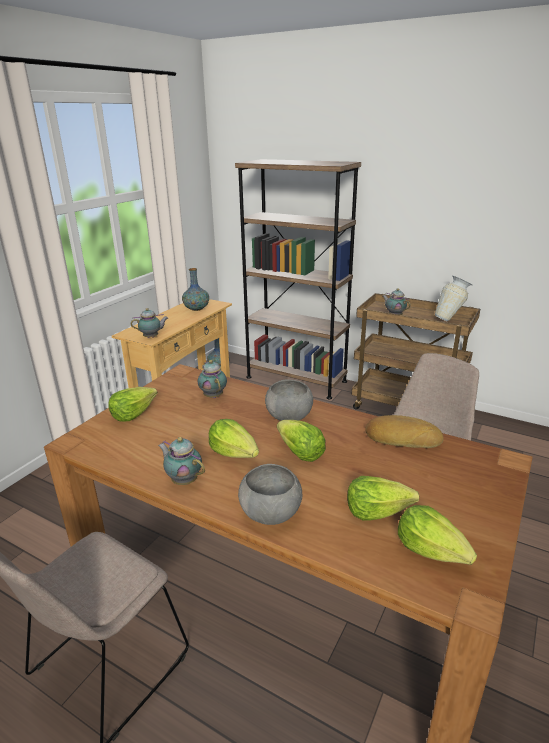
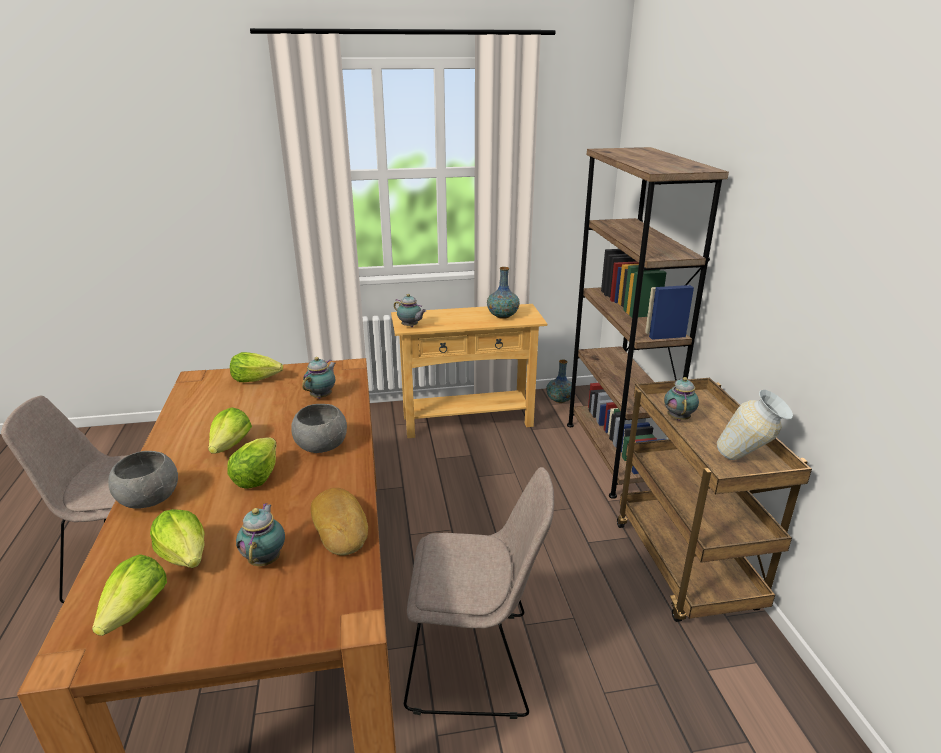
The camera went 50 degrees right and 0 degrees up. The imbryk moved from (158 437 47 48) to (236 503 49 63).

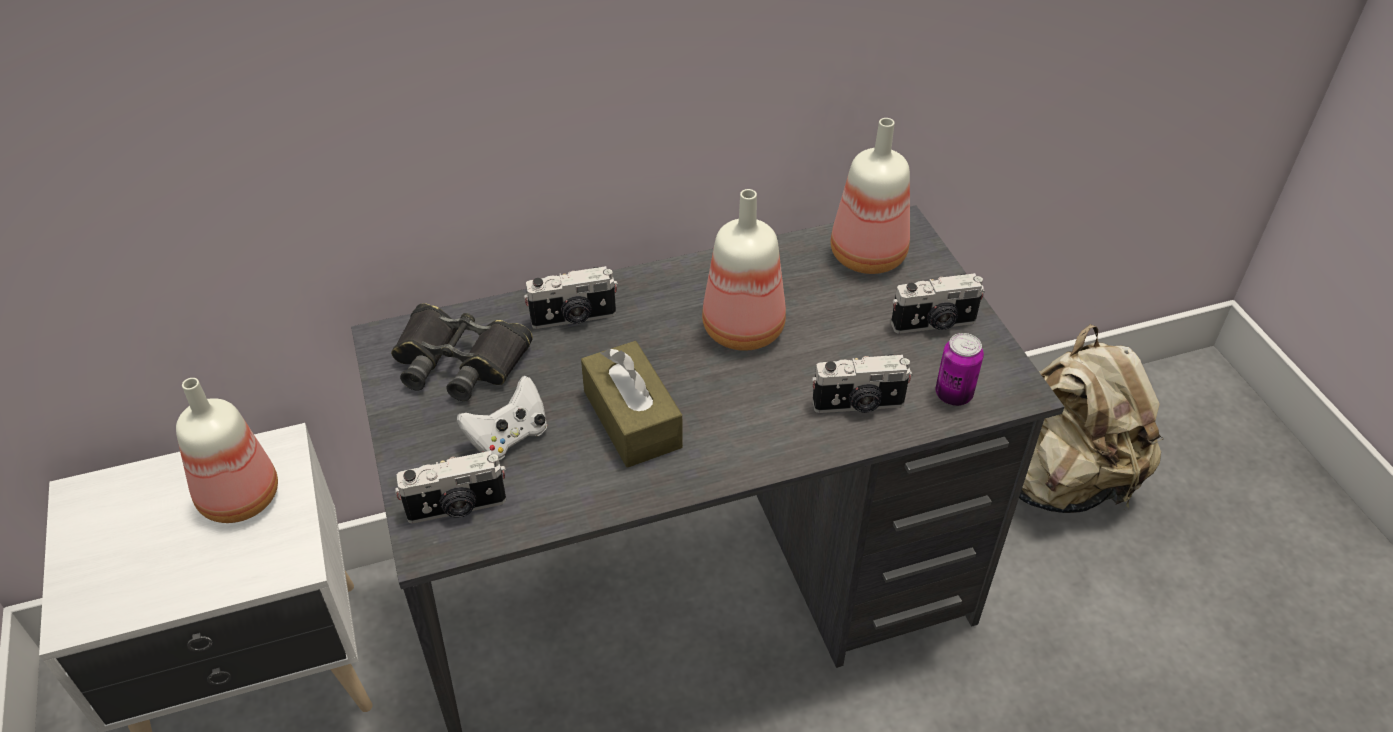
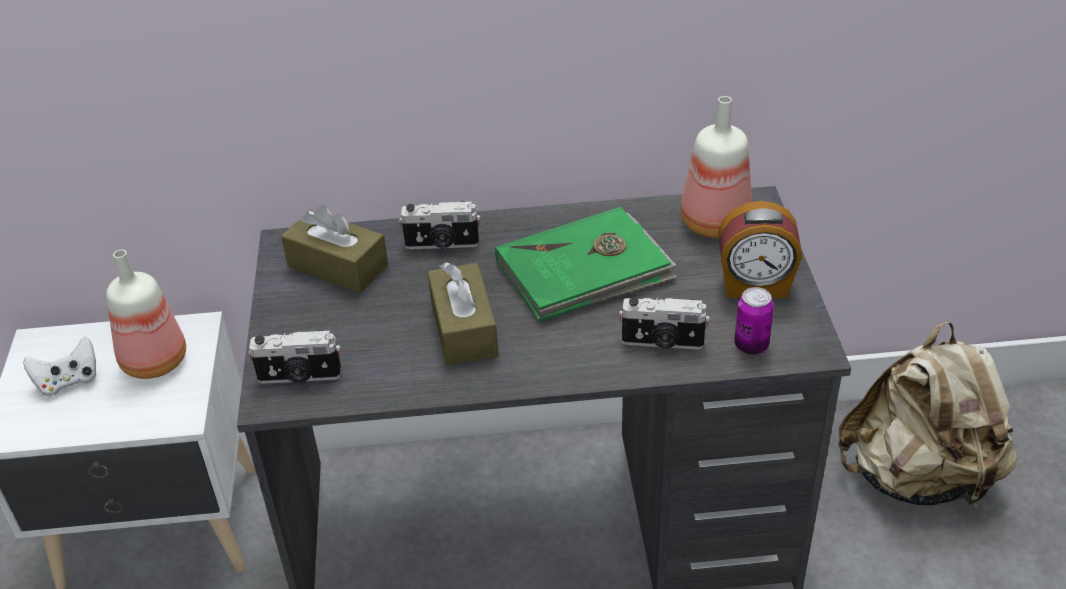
The camera went 15 degrees right and 5 degrees down. The pad do gier/biały moved from (457 376 90 84) to (23 337 74 60). The lornetka/czarny at (391 303 142 98) was replaced by the pudełko chusteczek/brązowy at (281 205 107 88). The butelka at (702 189 84 162) was replaced by the książka/zielony at (495 207 182 115). The aparat fotograficzny at (891 273 94 61) was replaced by the budzik at (718 201 84 97).

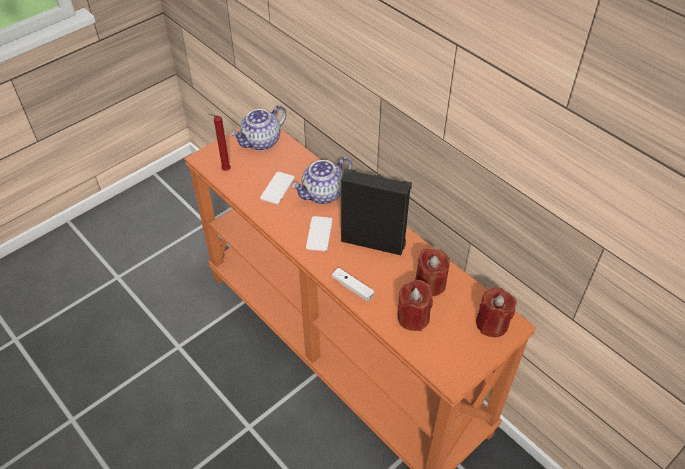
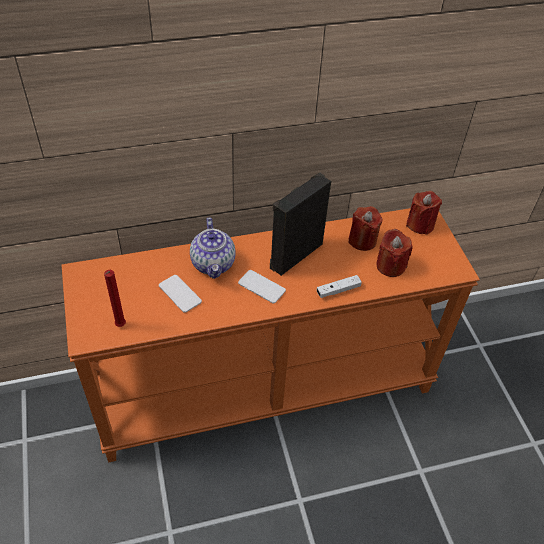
The camera went 65 degrees left and 0 degrees up. The imbryk at (231 105 55 46) disappeared.

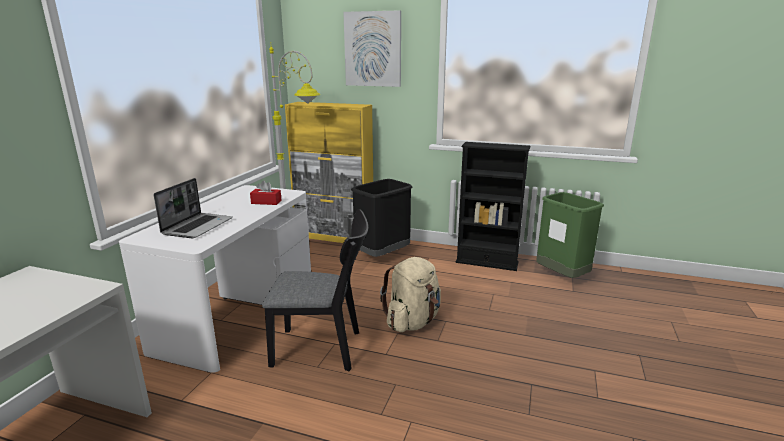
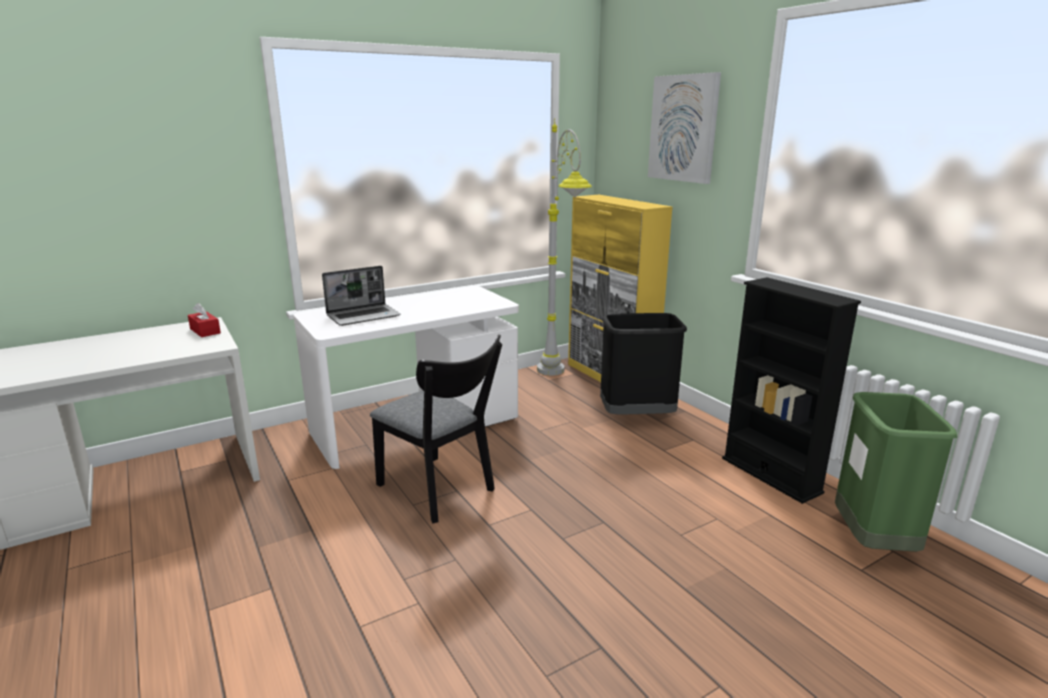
The camera went 40 degrees right and 0 degrees up. The pudełko chusteczek/czerwony moved from (250 181 32 24) to (188 303 33 34). The plecak/beżowy at (380 257 61 75) disappeared.

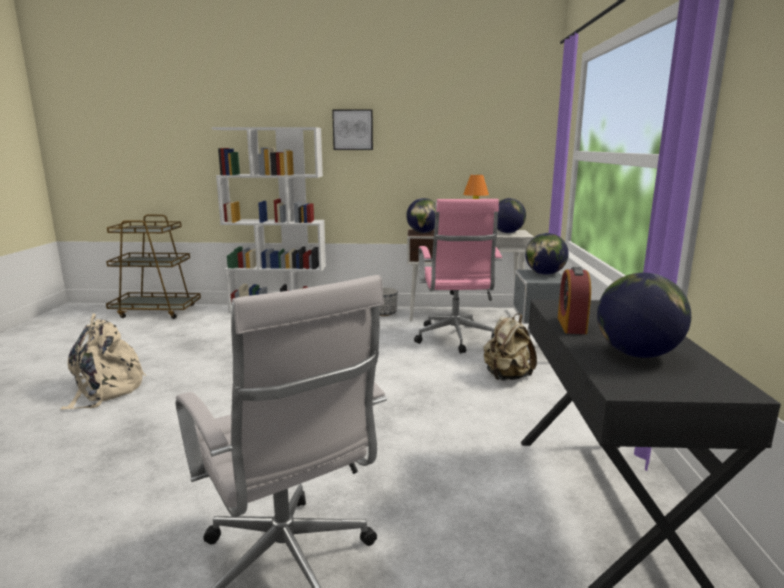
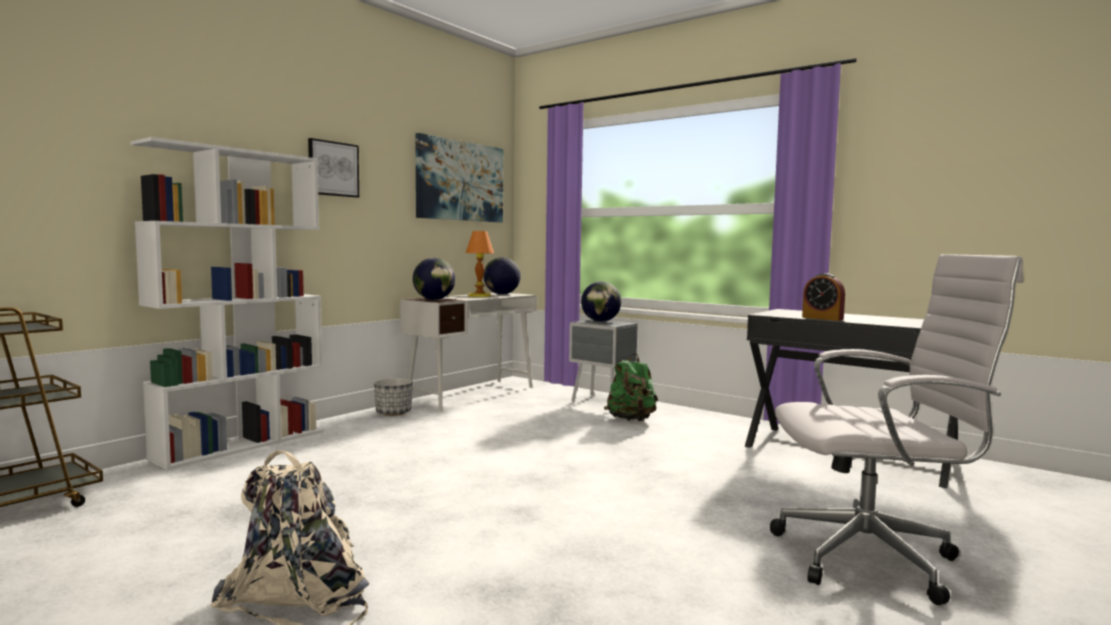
The camera went 55 degrees left and 10 degrees down. The obraz at (415 133 88 89) appeared. The plecak/beżowy at (483 313 54 68) became the plecak/zielony at (604 353 54 68). The krzesło biurowe/różowy at (414 199 88 154) disappeared. The globus at (597 273 95 85) disappeared.

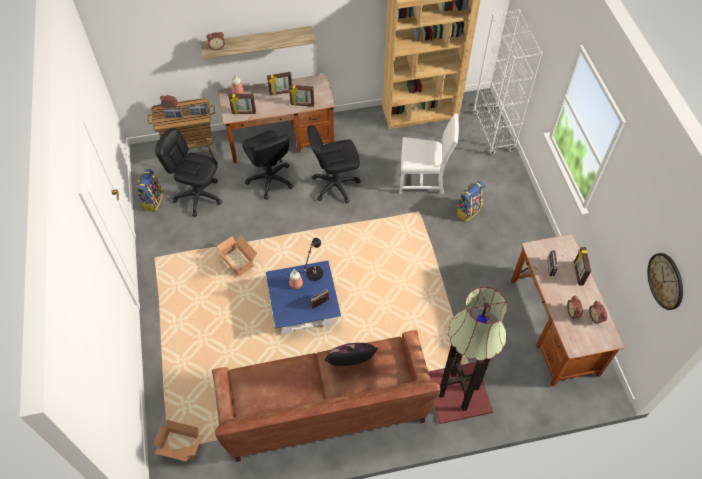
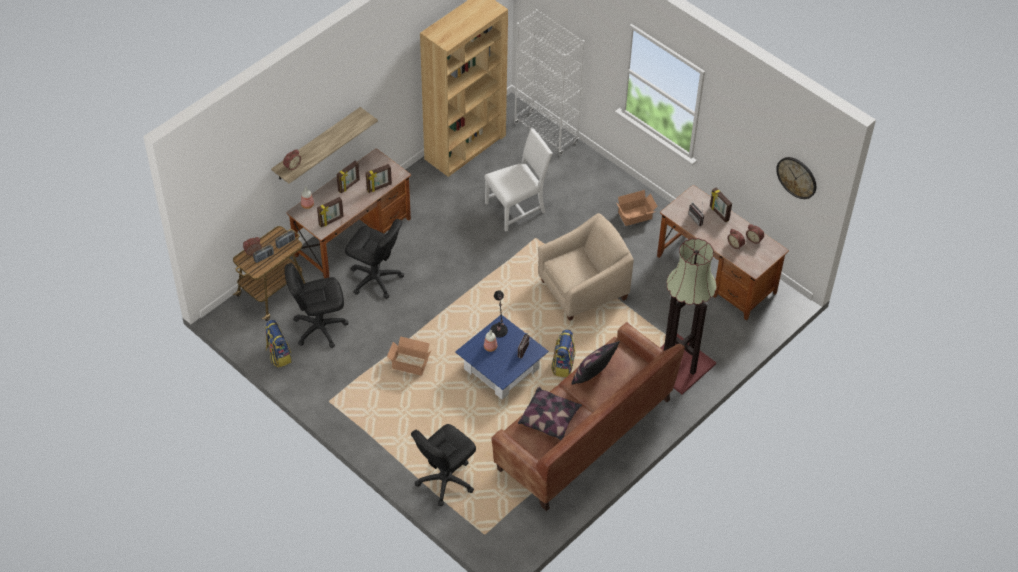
The camera went 35 degrees left and 5 degrees down. The krzesło biurowe/czarny moved from (307 125 54 78) to (411 424 65 82). The poduszka at (518 386 64 54) appeared. The fotel/beżowy at (538 213 96 108) appeared. The plecak moved from (455 181 30 41) to (551 330 24 47). The karton moved from (153 420 49 41) to (616 190 42 36).

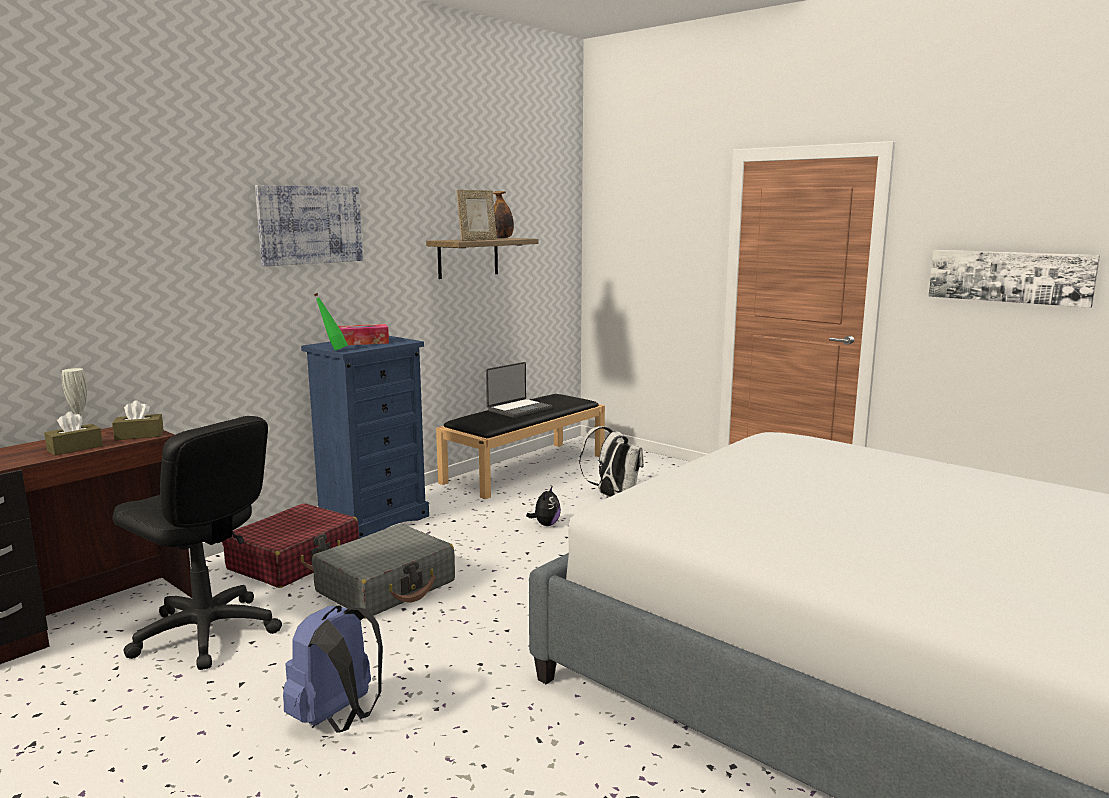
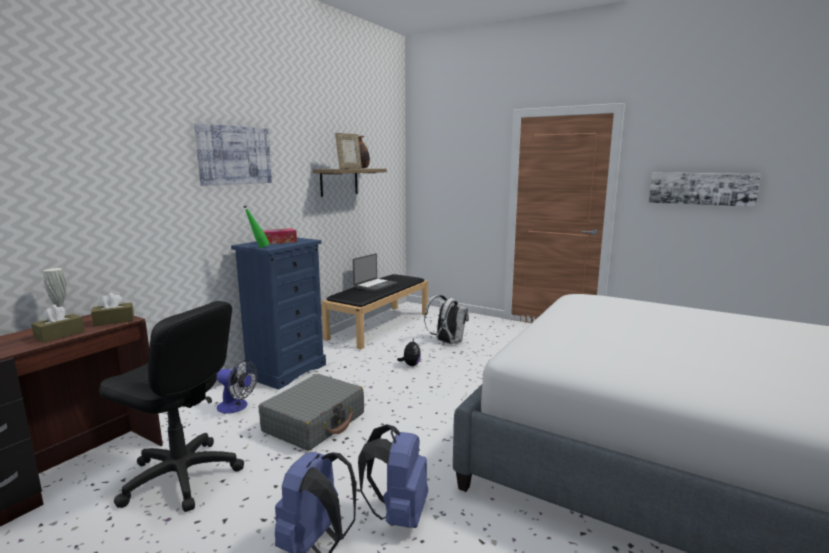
The camera went 10 degrees left and 0 degrees up. The walizka/czerwony at (222 503 137 85) was replaced by the wentylator at (217 360 41 54). The plecak/niebieski at (358 424 70 104) appeared.

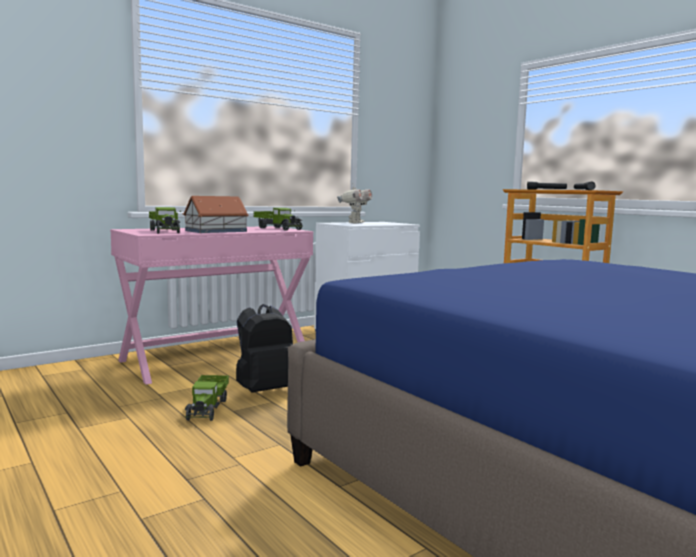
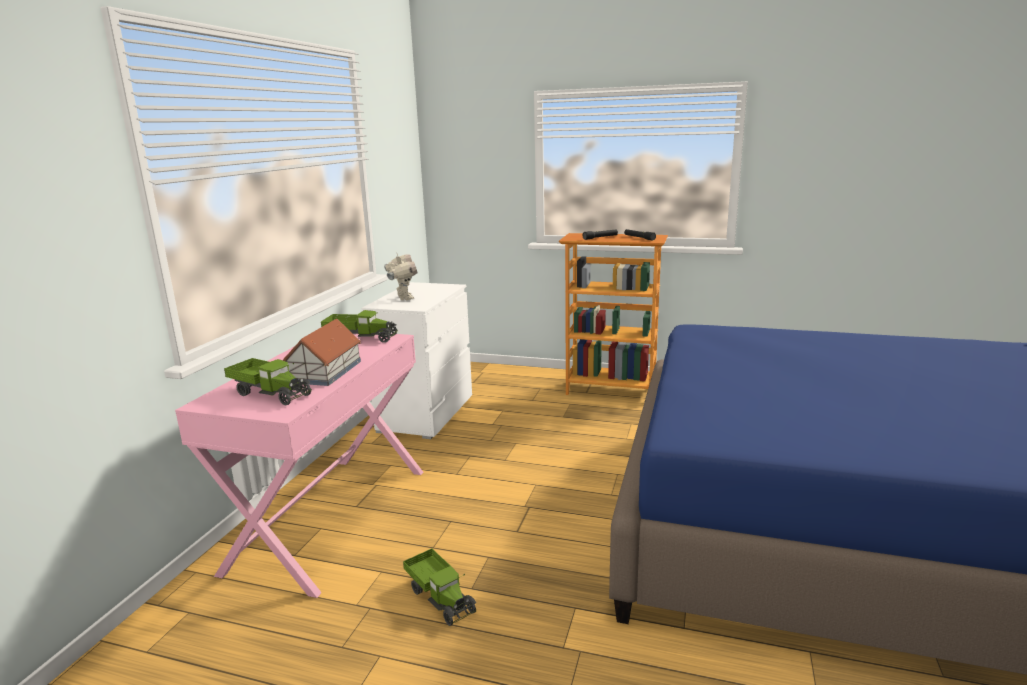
The camera went 35 degrees left and 10 degrees up. The plecak/czarny at (236 304 57 89) disappeared.

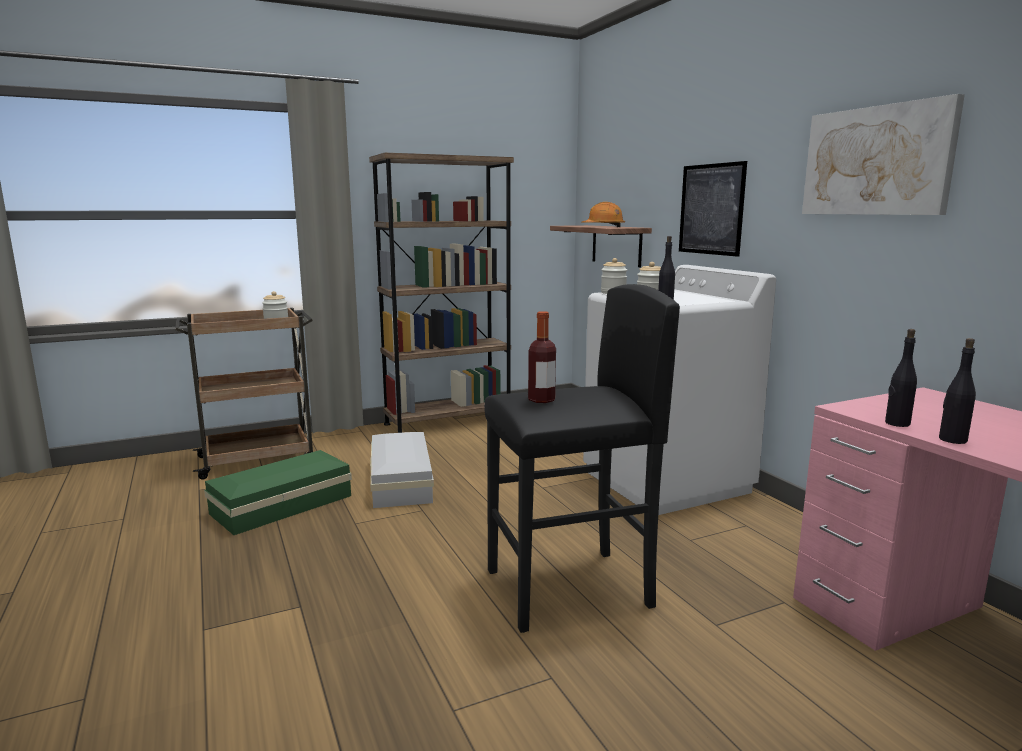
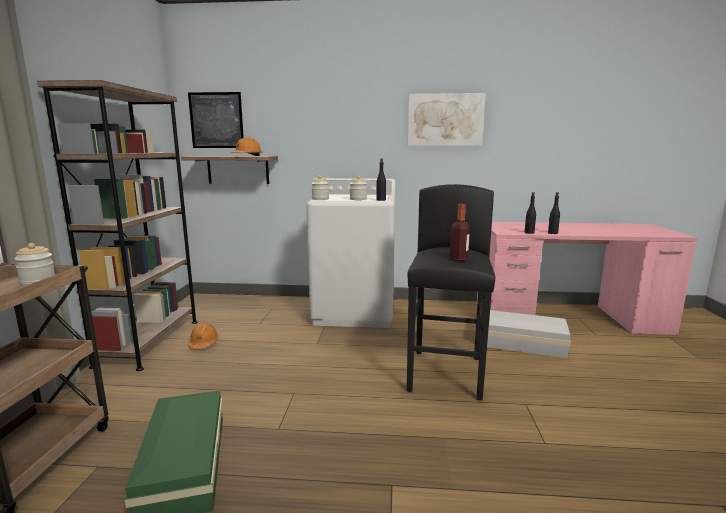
The camera went 60 degrees left and 0 degrees up. The obraz moved from (679 161 68 96) to (188 92 56 56). The kask/pomarańczowy at (188 322 31 27) appeared. The pojemnik do przechowywania/biały moved from (370 432 64 76) to (487 310 84 48).

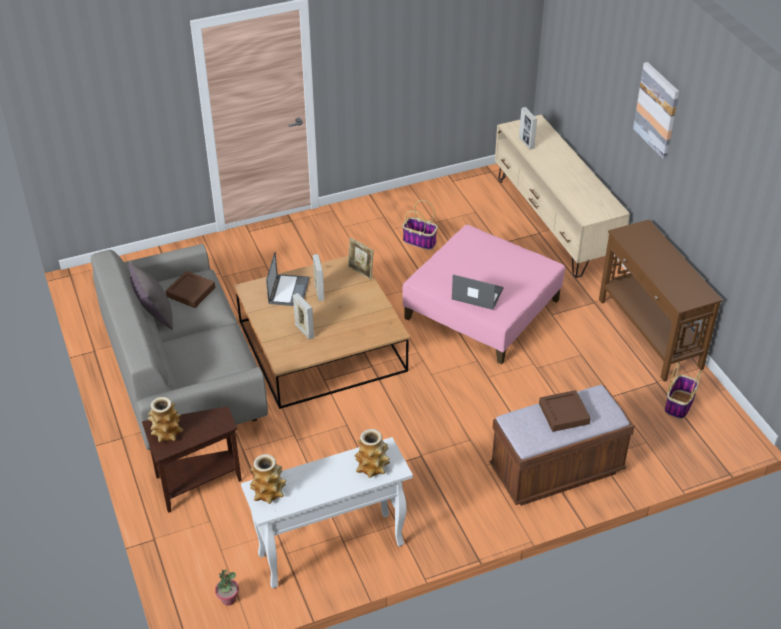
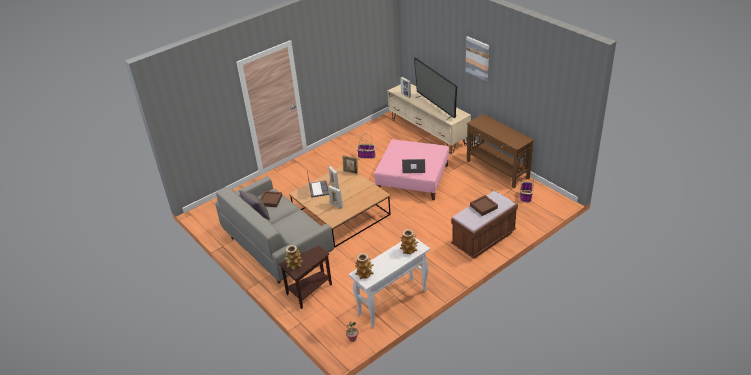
The camera went 15 degrees left and 5 degrees down. The telewizor at (414 57 43 63) appeared.

